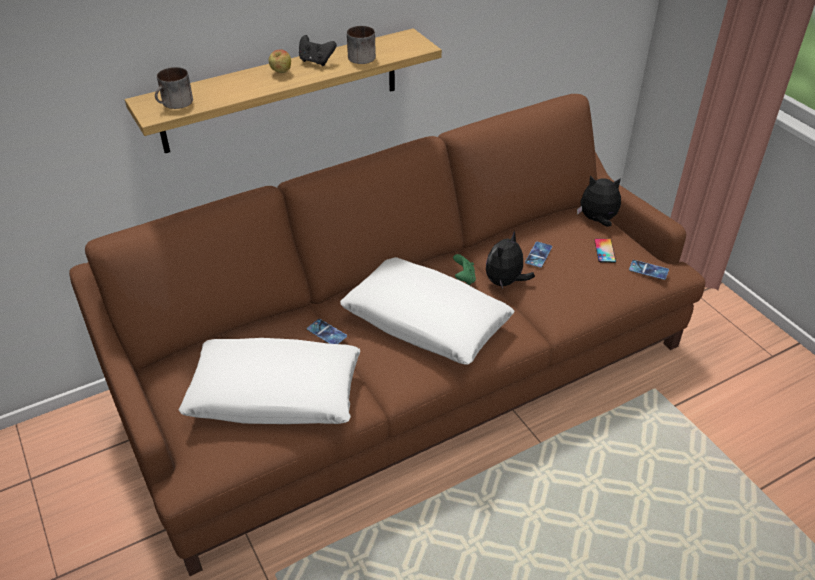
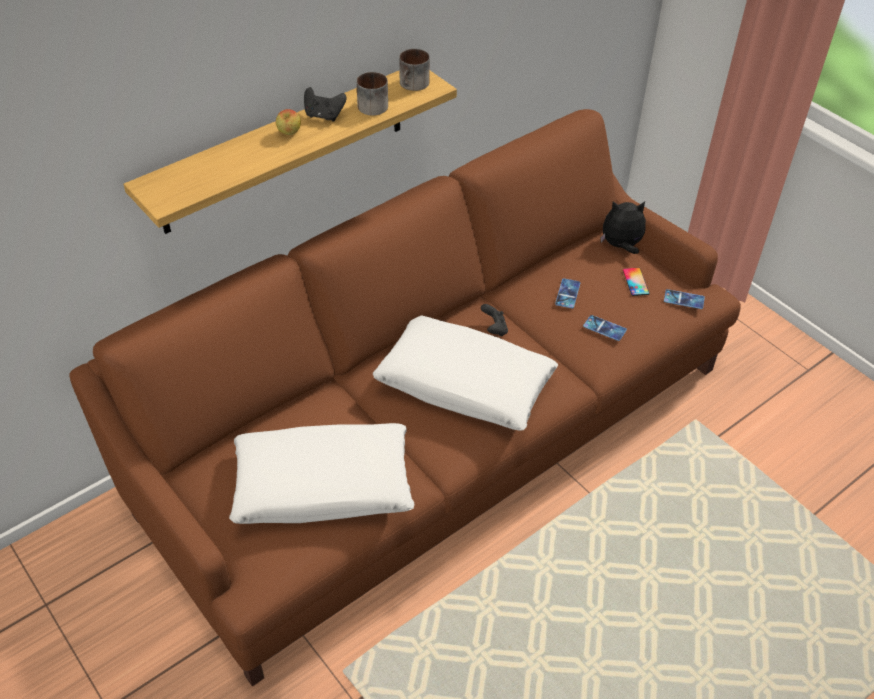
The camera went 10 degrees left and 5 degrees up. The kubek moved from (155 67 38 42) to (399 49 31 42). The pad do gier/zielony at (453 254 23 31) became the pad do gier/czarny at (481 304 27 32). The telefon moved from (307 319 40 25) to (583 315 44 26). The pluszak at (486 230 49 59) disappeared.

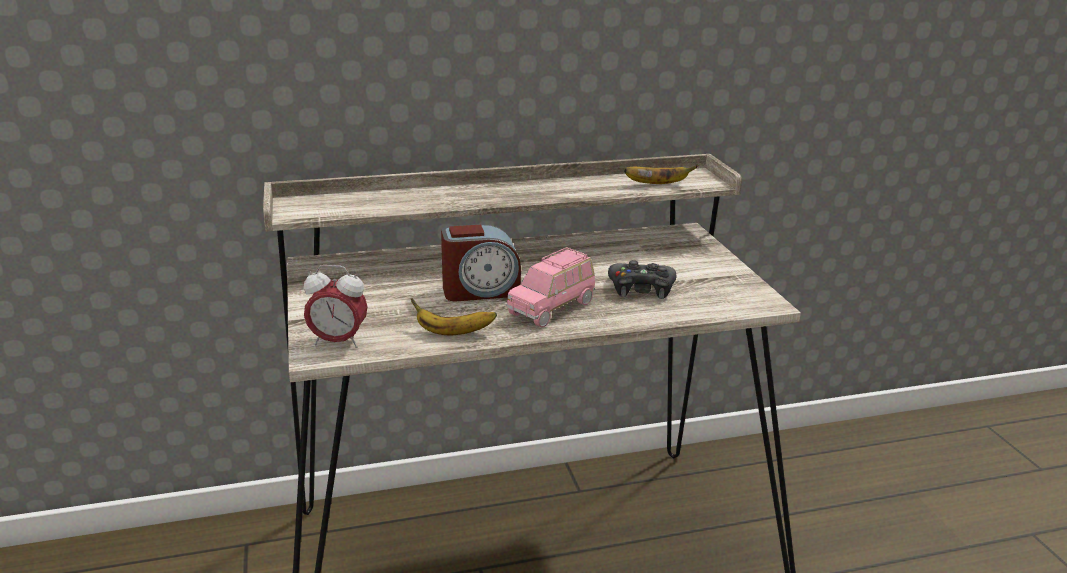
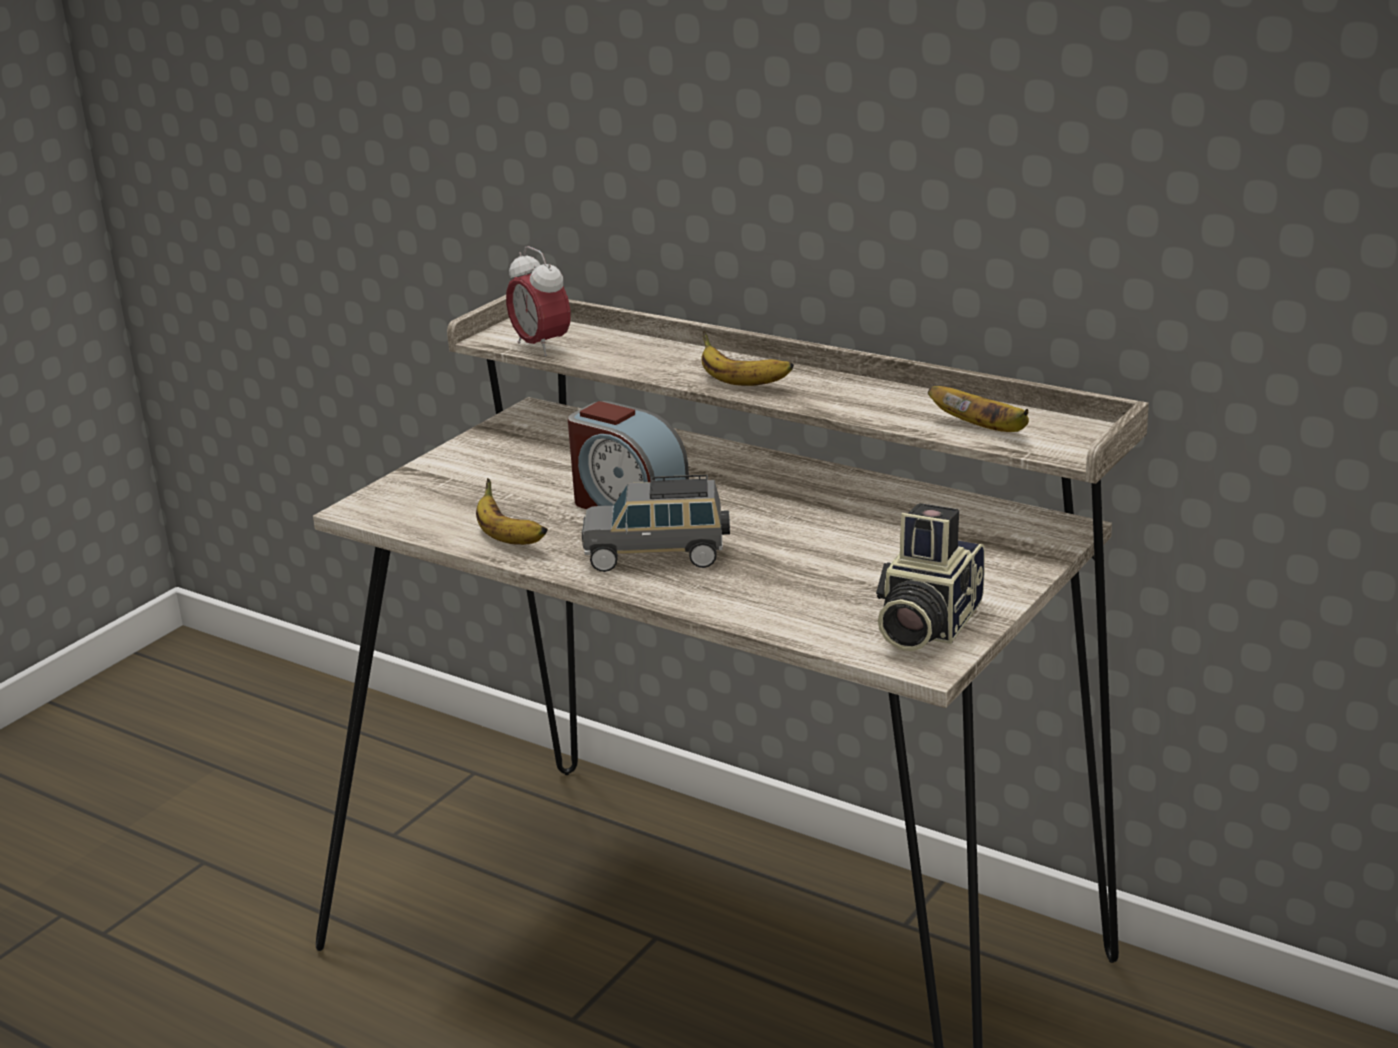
The camera went 50 degrees right and 0 degrees up. The budzik moved from (303 265 65 83) to (506 246 65 111). The samochodzik/różowy at (506 247 89 81) became the samochodzik/szary at (582 474 148 98). The banan at (701 331 93 55) appeared. The aparat fotograficzny at (876 503 109 148) appeared. The pad do gier/czarny at (608 260 68 39) disappeared.

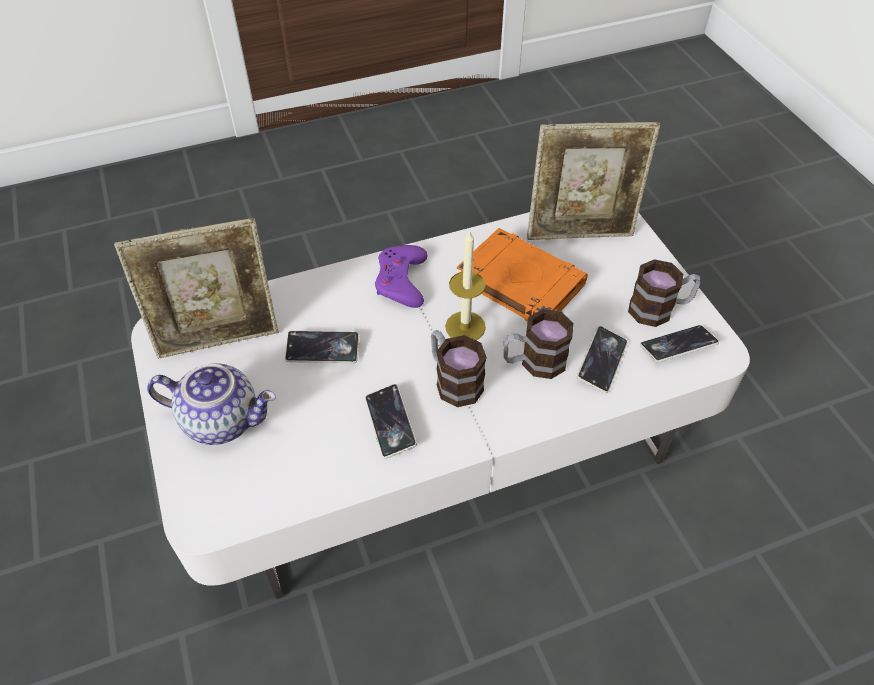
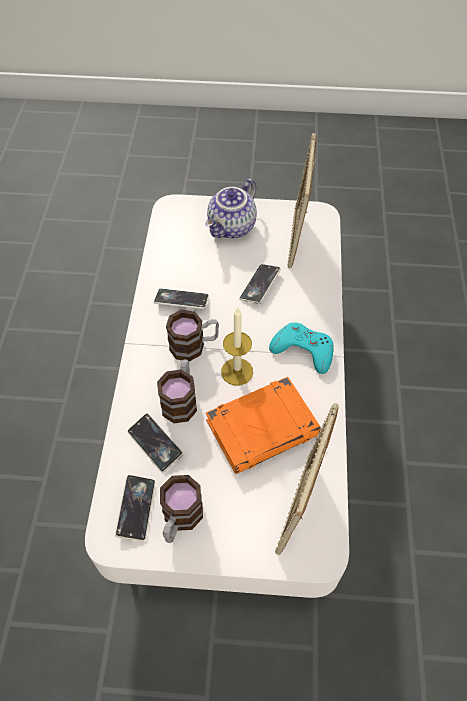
The camera went 115 degrees right and 5 degrees up. The pad do gier/fioletowy at (375 245 53 63) became the pad do gier/turkusowy at (269 323 65 51).

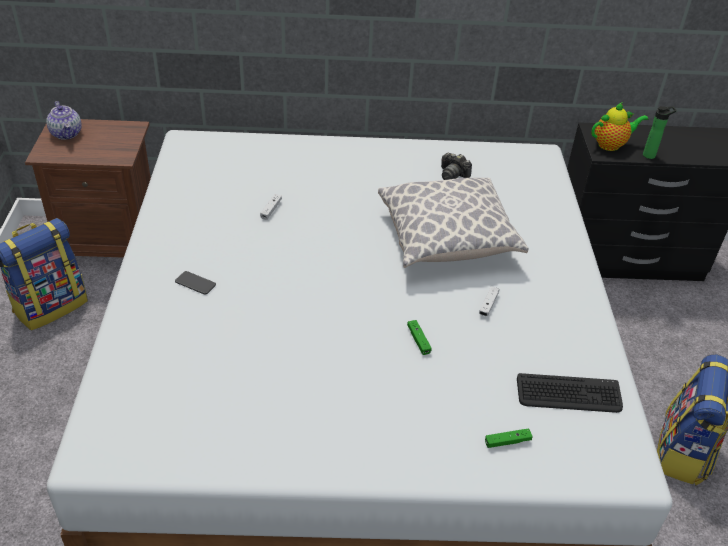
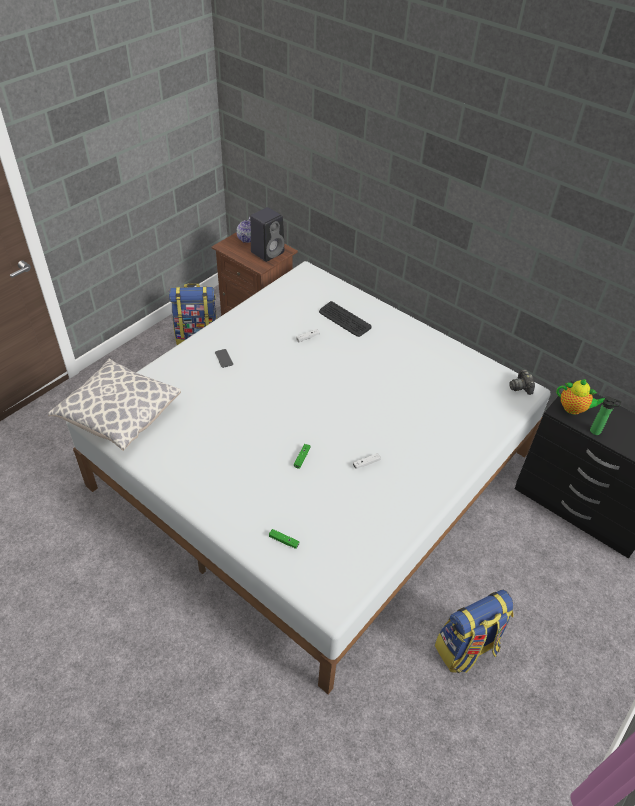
The camera went 40 degrees right and 5 degrees up. The poduszka moved from (378 178 150 90) to (48 358 133 93). The głośnik/czarny at (250 207 35 55) appeared. The klawiatura moved from (517 373 106 40) to (319 301 53 36). The aparat fotograficzny moved from (441 153 31 27) to (509 369 26 26).

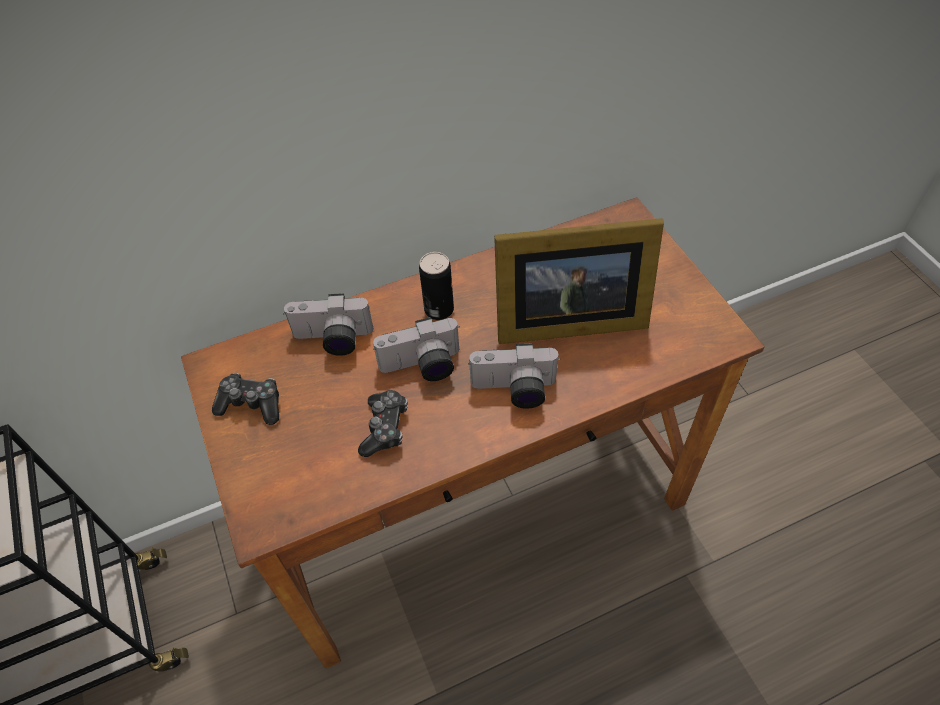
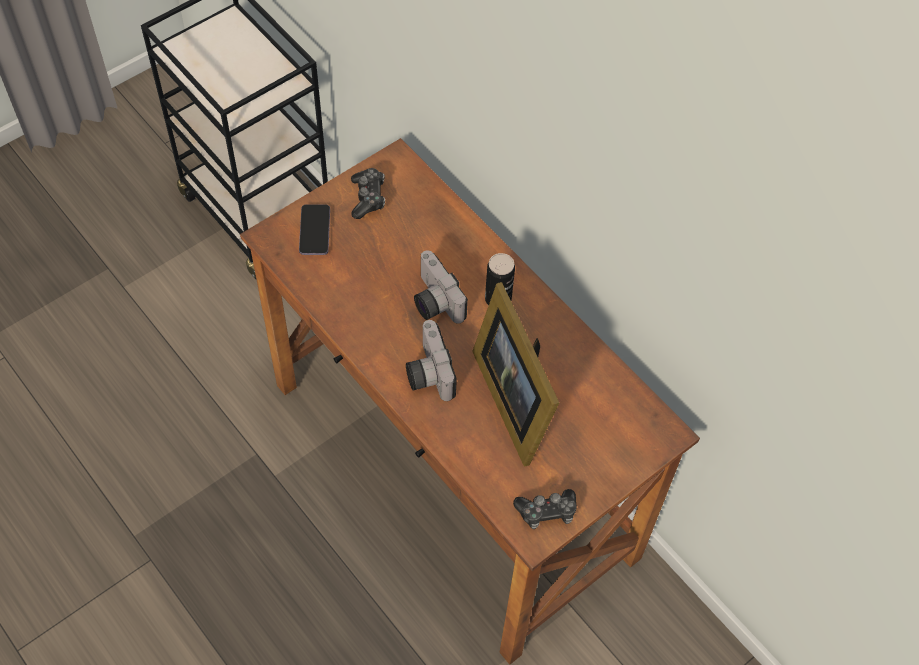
The camera went 70 degrees right and 5 degrees up. The telefon at (299 204 31 51) appeared. The pad do gier moved from (358 390 50 67) to (513 489 64 40). The aparat fotograficzny at (283 293 90 63) disappeared.

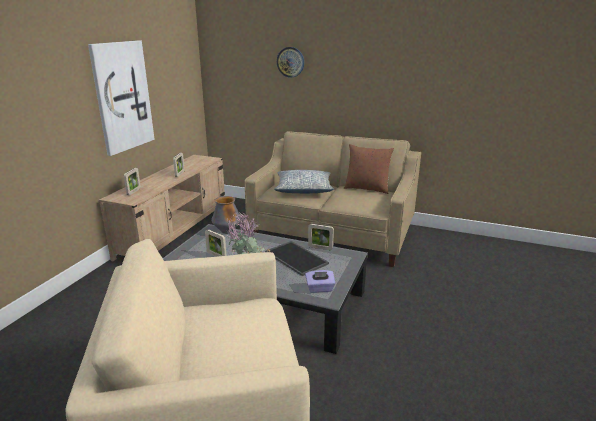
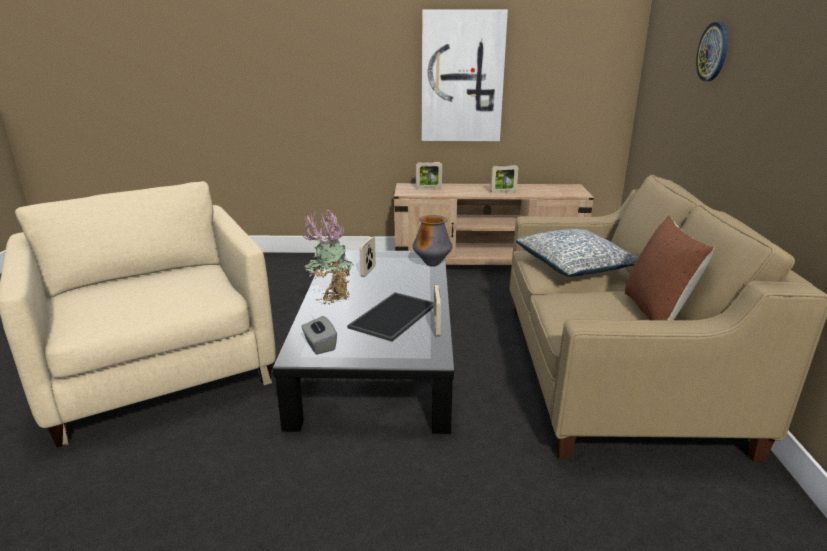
The camera went 70 degrees right and 0 degrees up. The pudełko chusteczek/fioletowy at (305 270 30 23) became the pudełko chusteczek/szary at (301 316 36 38).

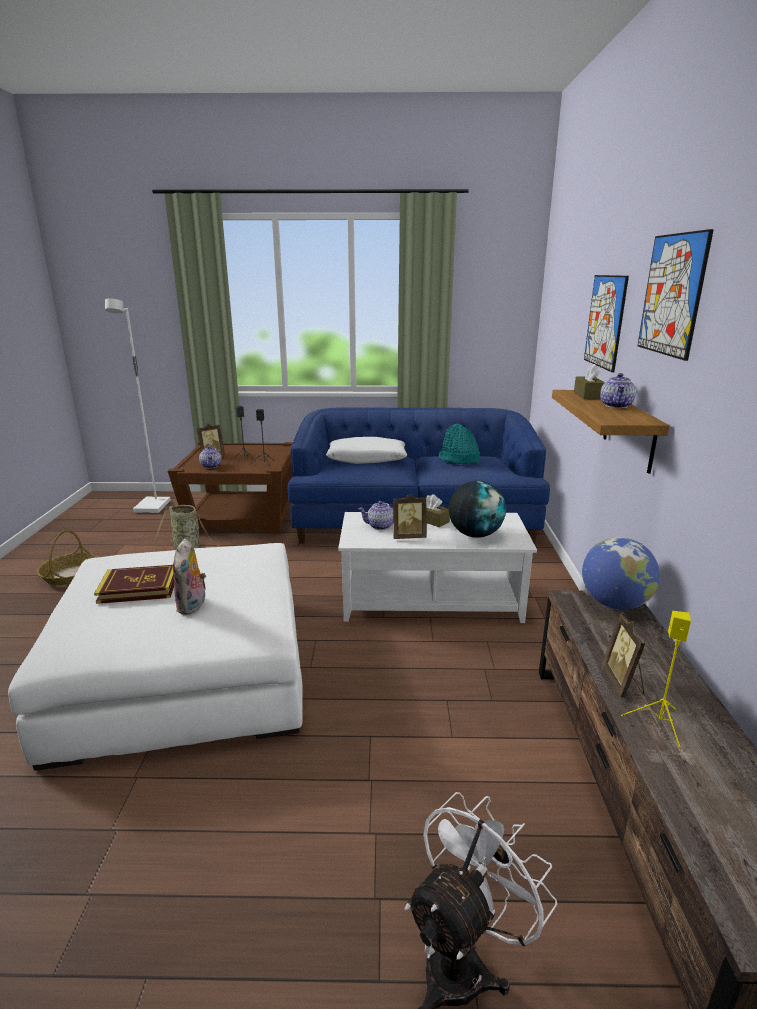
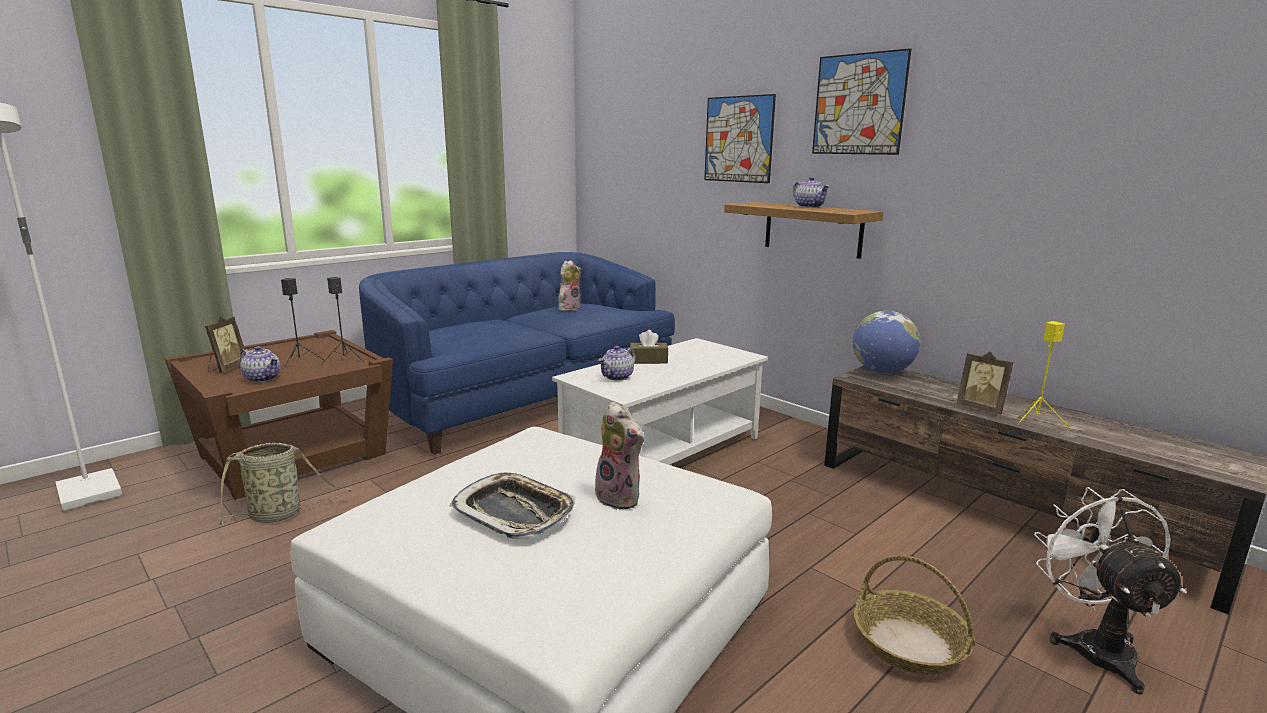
The camera went 45 degrees left and 5 degrees down. The książka at (94 565 80 39) was replaced by the taca at (449 473 127 66). The kapelusz/turkusowy at (439 423 41 41) was replaced by the pluszak at (558 260 23 51). The koszyk moved from (37 530 60 55) to (854 555 121 120). The poduszka/biały at (326 437 81 27) disappeared. The ramka na zdjęcie at (393 494 34 45) disappeared. The globus at (449 481 57 57) disappeared. The pudełko chusteczek/brązowy at (574 364 31 36) disappeared.

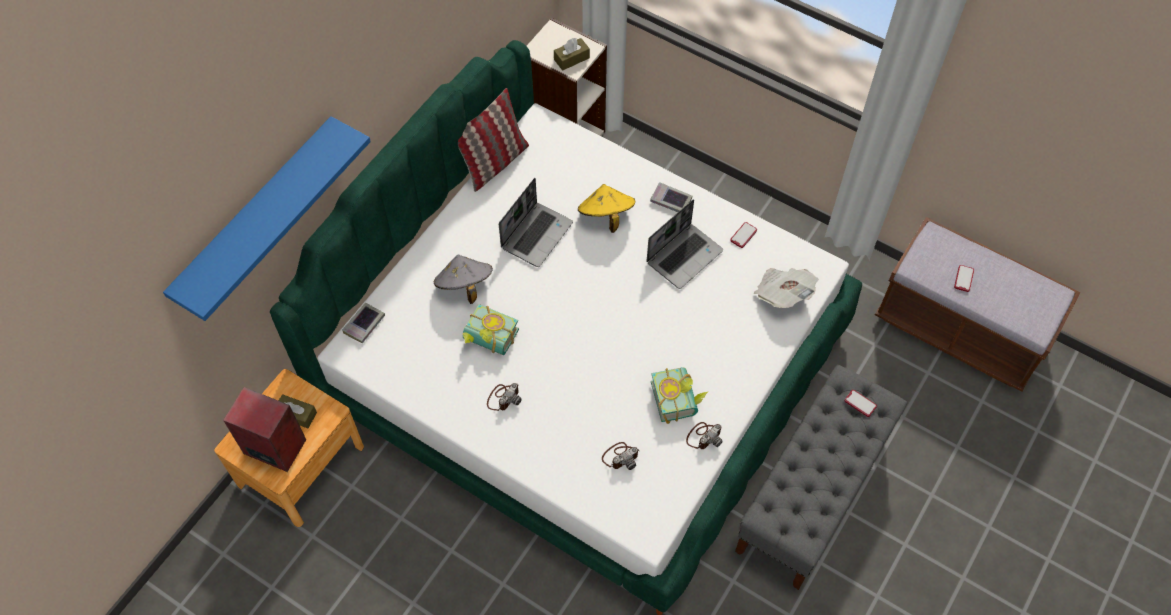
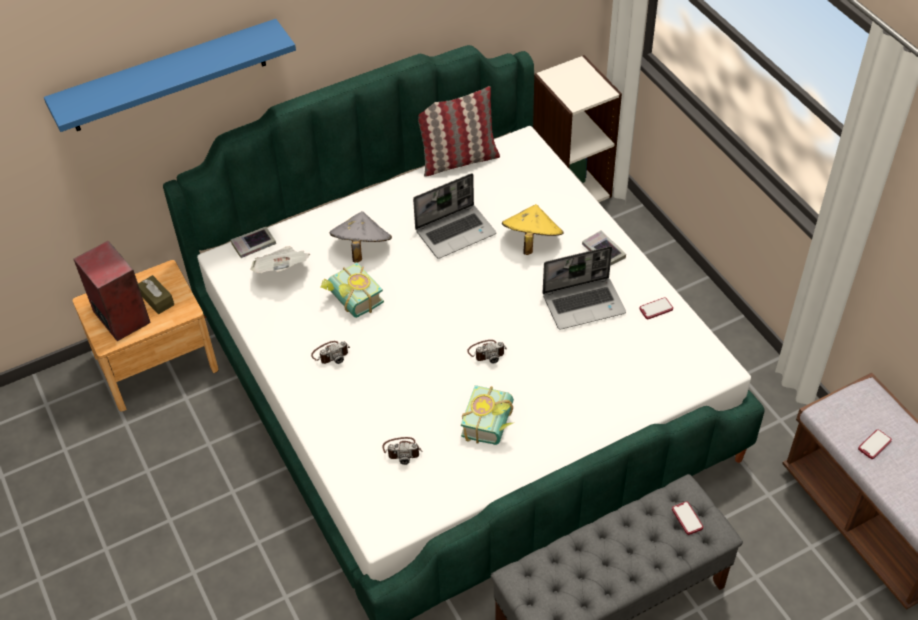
The camera went 30 degrees right and 10 degrees down. The gazeta moved from (754 268 65 40) to (250 246 60 27). The aparat fotograficzny moved from (686 422 37 27) to (467 340 40 24). The pudełko chusteczek/brązowy at (554 37 36 34) disappeared.

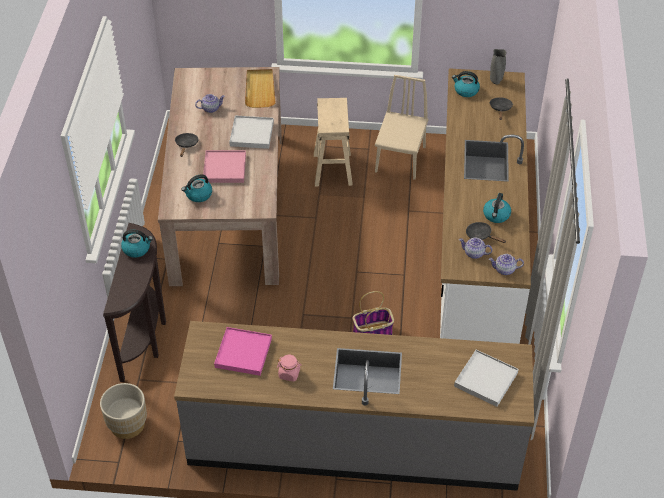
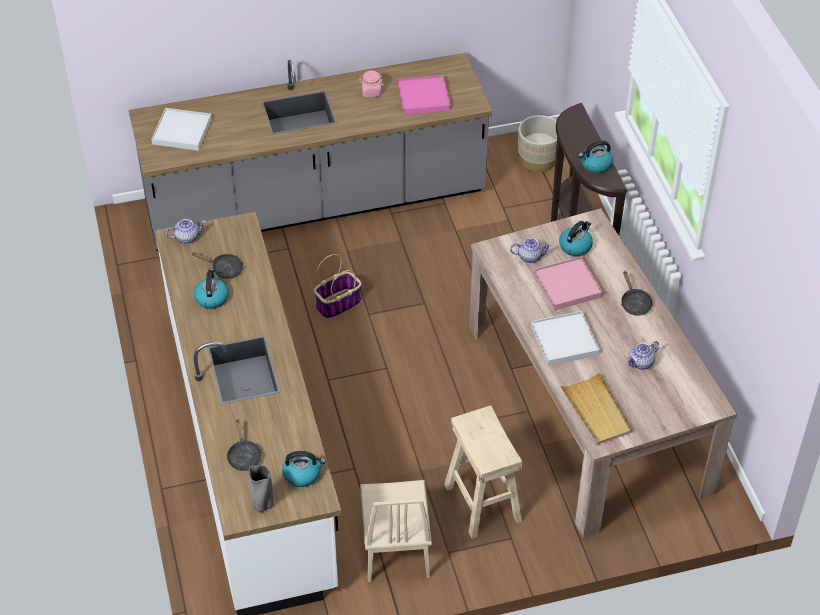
The camera went 160 degrees right and 0 degrees up. The imbryk moved from (459 238 33 21) to (510 238 41 25).

